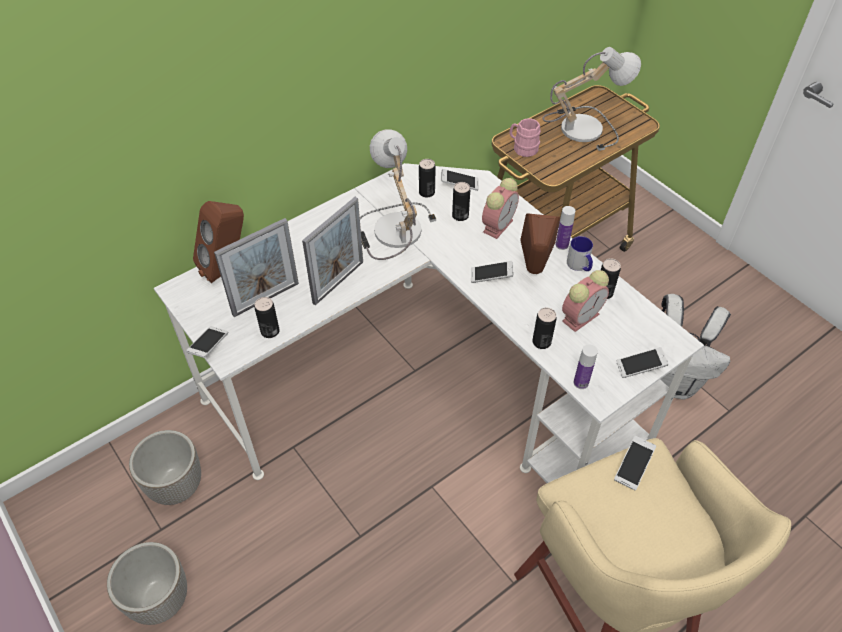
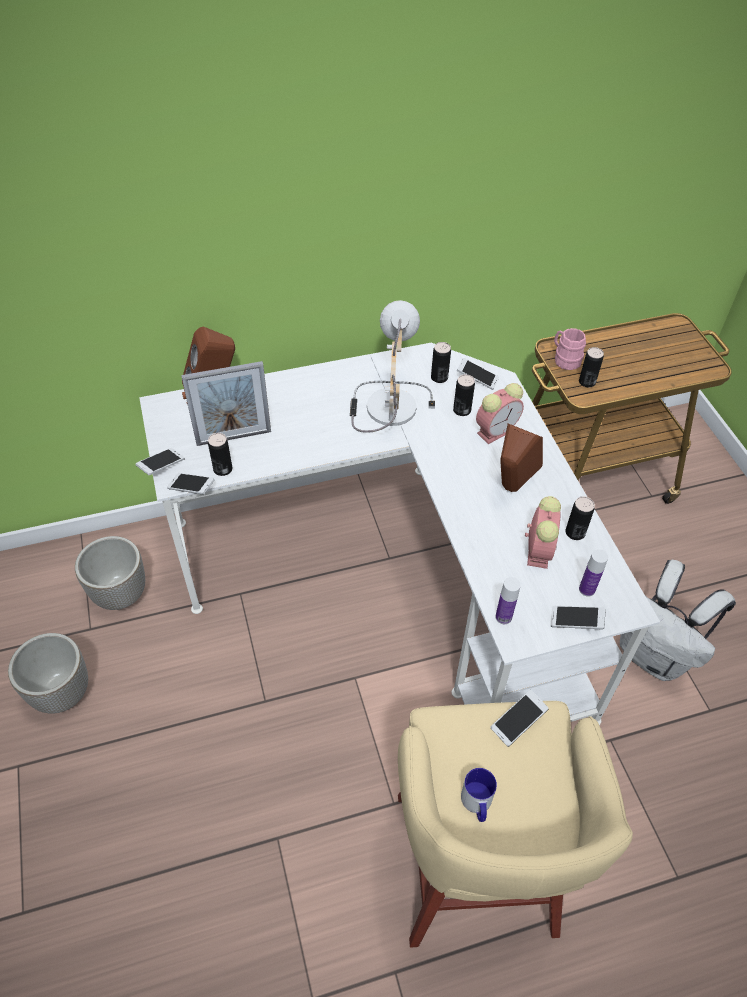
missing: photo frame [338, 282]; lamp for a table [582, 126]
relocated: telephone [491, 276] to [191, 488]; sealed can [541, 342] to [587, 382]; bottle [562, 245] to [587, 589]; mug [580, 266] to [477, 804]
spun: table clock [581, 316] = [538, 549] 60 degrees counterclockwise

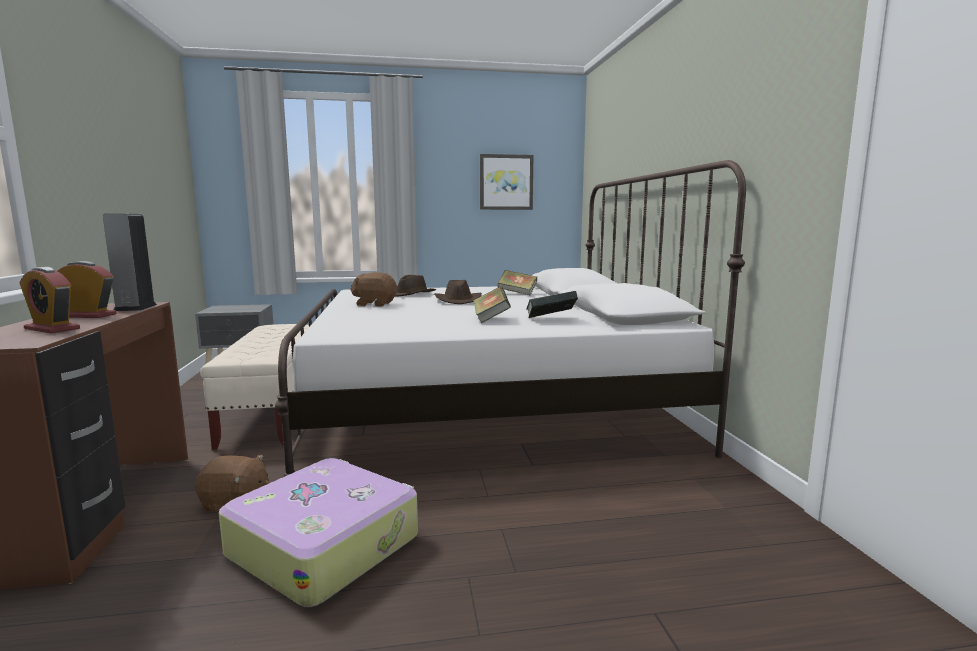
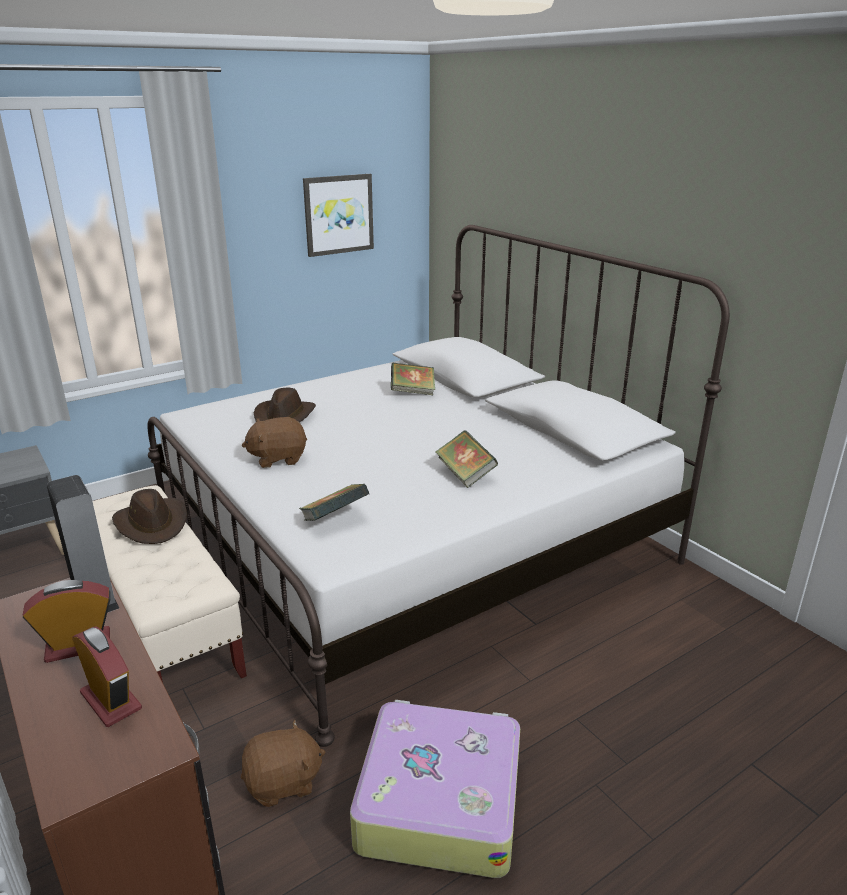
relocated: clothing hat in brown [458, 301] to [152, 523]; volume [550, 319] to [334, 519]
spun: table clock [52, 329] = [111, 701] 135 degrees counterclockwise

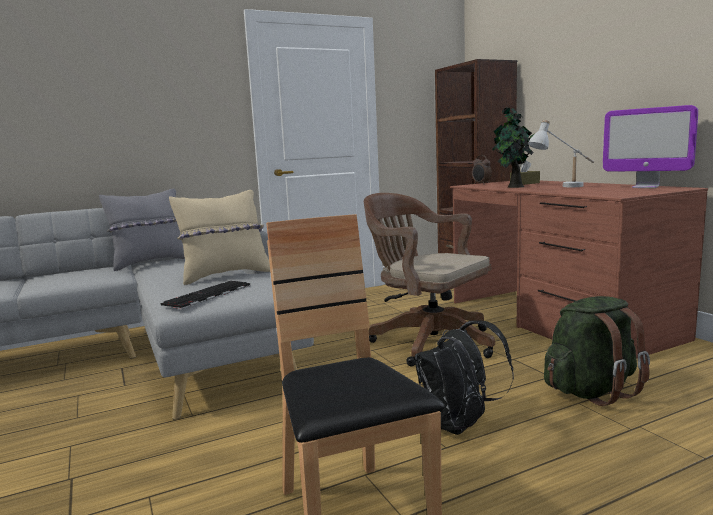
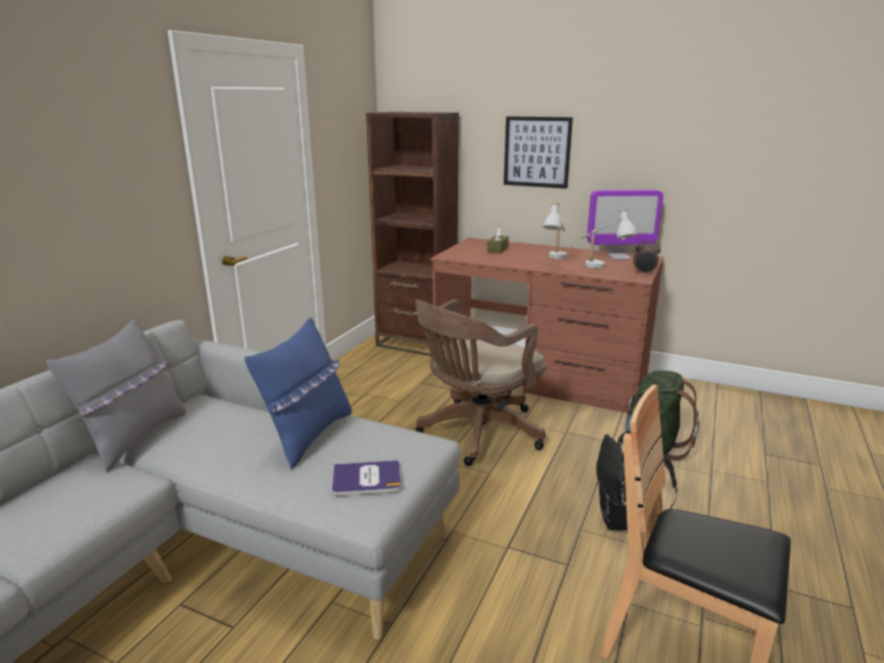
missing: houseplant [514, 187]
appeared: wall art [537, 152]; lamp for a table in white-coloured [602, 269]
relocated: table clock [481, 184] to [644, 273]
exchanged: keyboard [208, 295] to volume [366, 479]
colour: throw pillow in beige [225, 275] to throw pillow in bluish [308, 435]
spun: desk chair in brown [427, 341] = [476, 434] 45 degrees counterclockwise

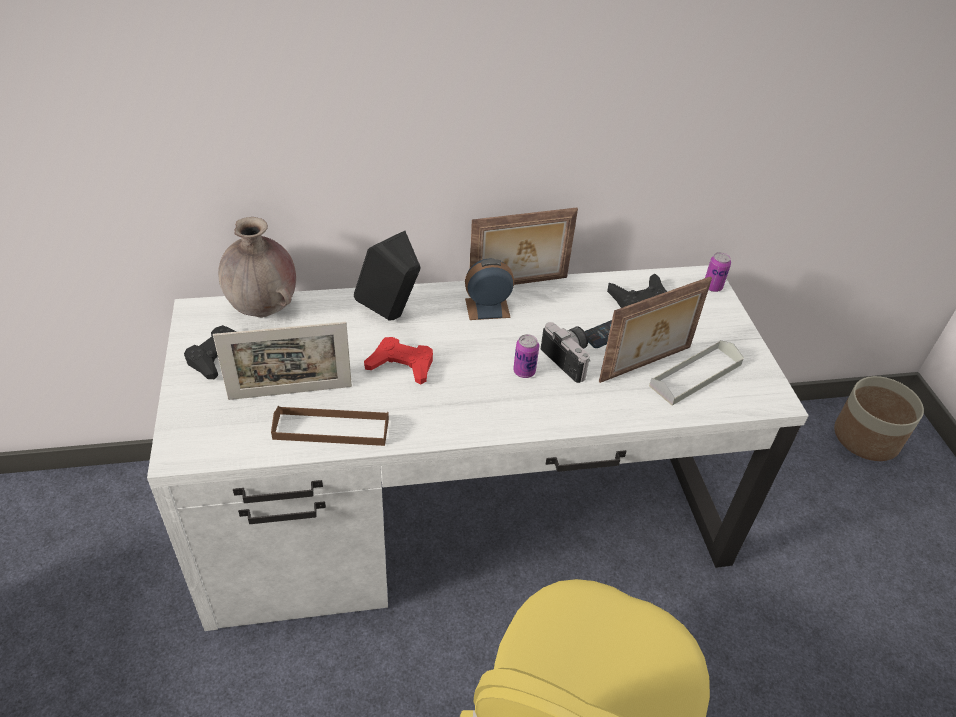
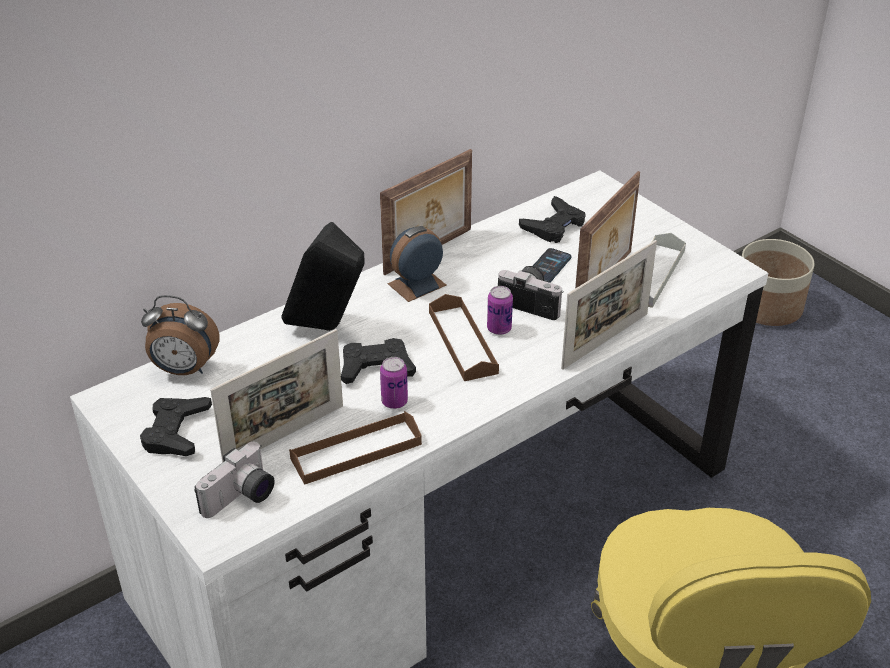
appeared: still camera [241, 498]; serving tray in brown [462, 342]; photo frame [605, 341]
relocated: sealed can [712, 287] to [394, 401]
exchanged: flower vase in brown [264, 310] to table clock [184, 370]
colour: joypad in red-coloured [401, 365] to joypad in black [376, 367]

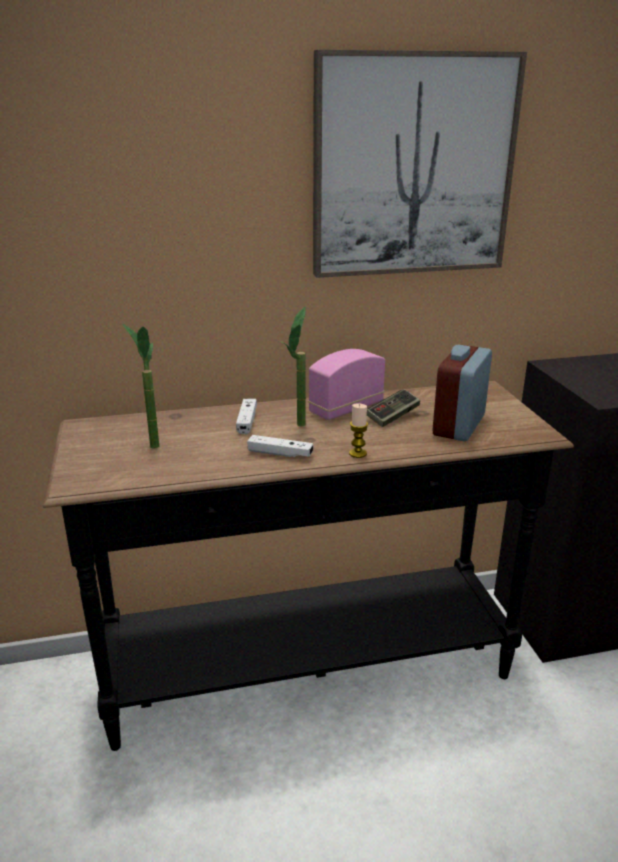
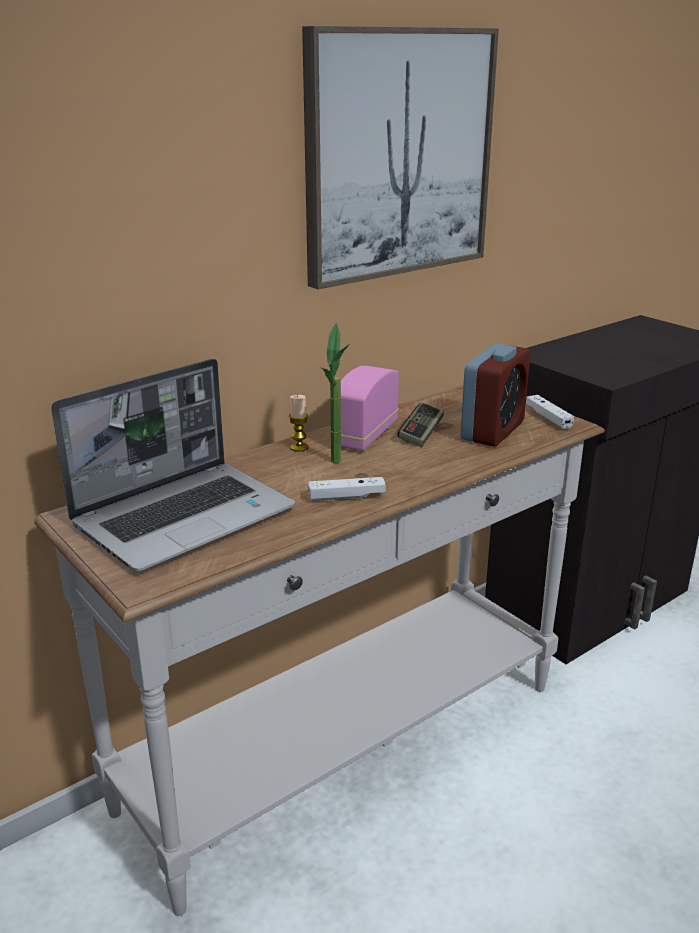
relocated: joypad in white-coloured [247, 421] to [548, 418]; candle [358, 453] to [299, 447]
exchanged: houseplant [151, 442] to portable computer [185, 516]
colour: narrow table in black [309, 671] to narrow table in white-coloured [349, 748]
spun: table clock [459, 425] = [492, 431] 150 degrees counterclockwise

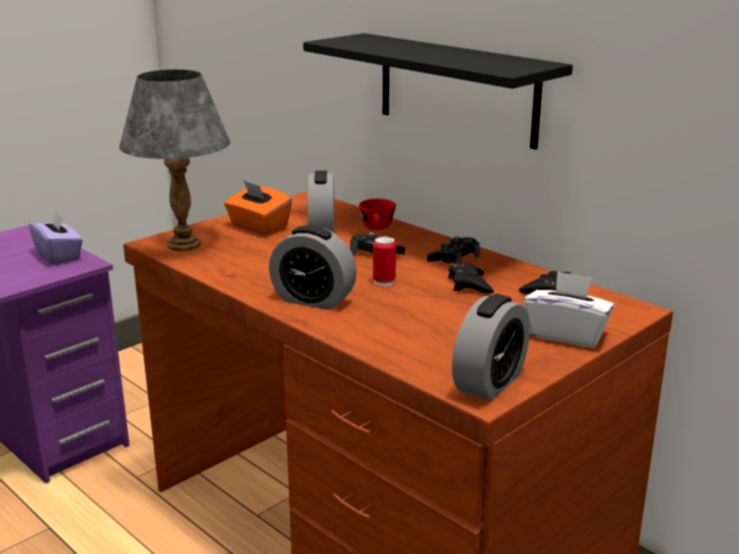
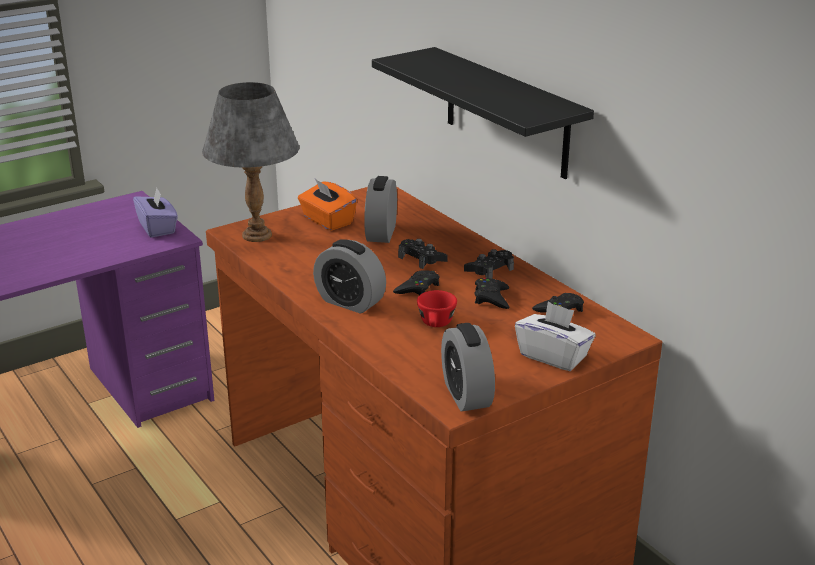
relocated: drinking cup in red-coloured [378, 228] to [436, 325]
exchanged: sealed can [384, 281] to joypad in black [418, 288]
spun: table clock [489, 383] = [466, 395] 120 degrees clockwise

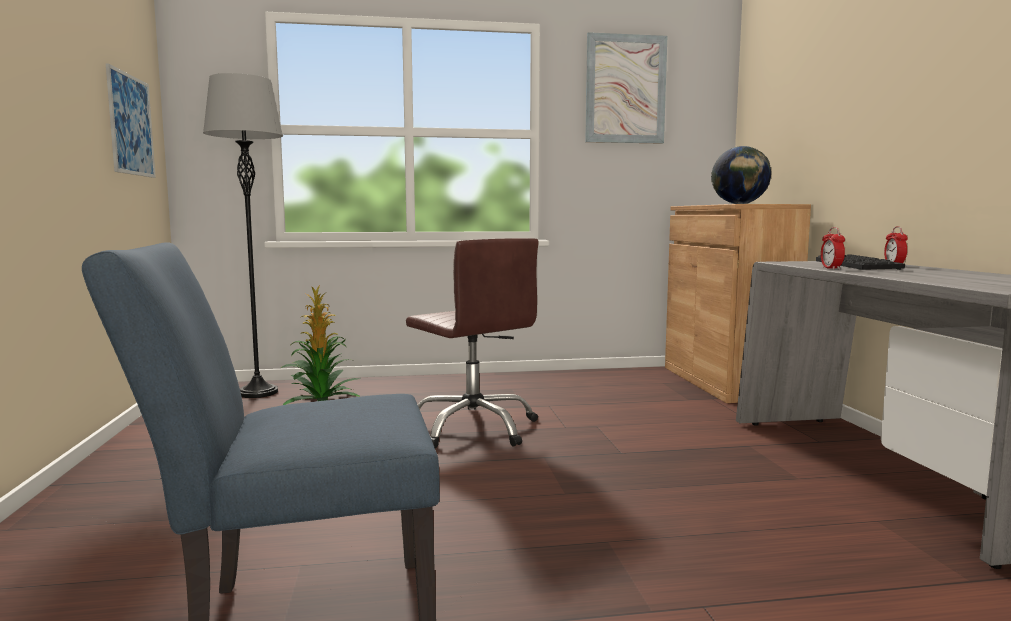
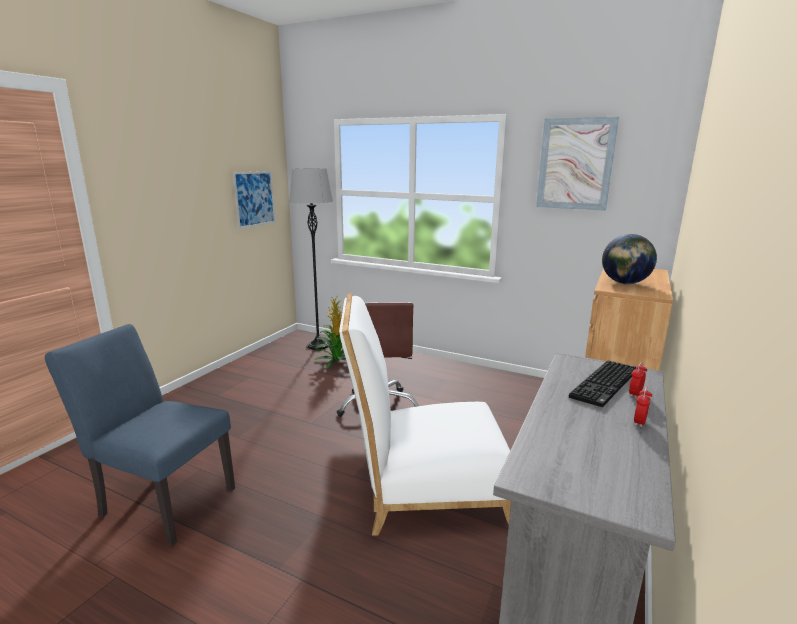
appeared: upright chair in white-coloured [424, 490]
relocated: table clock [831, 268] to [639, 422]

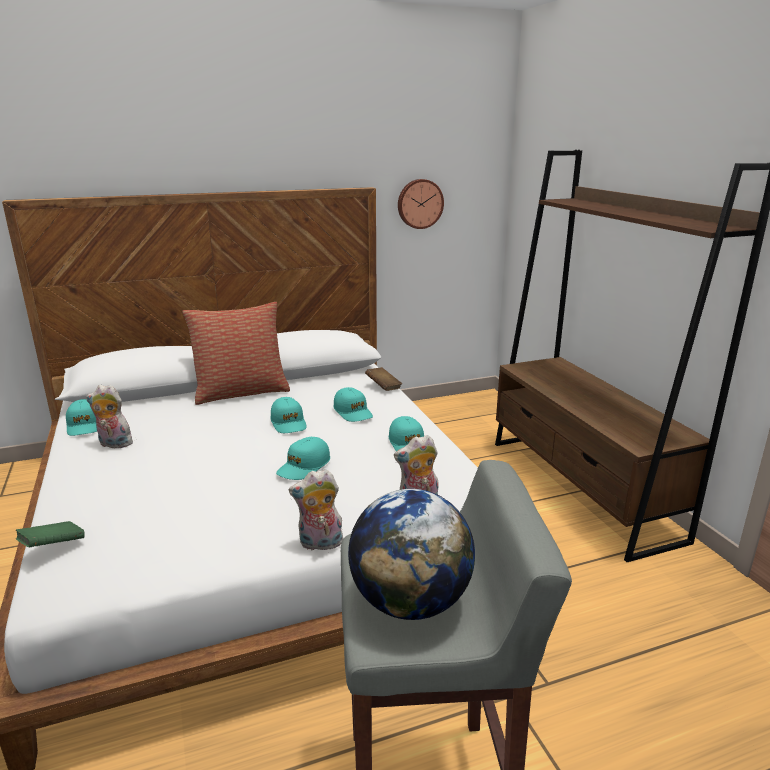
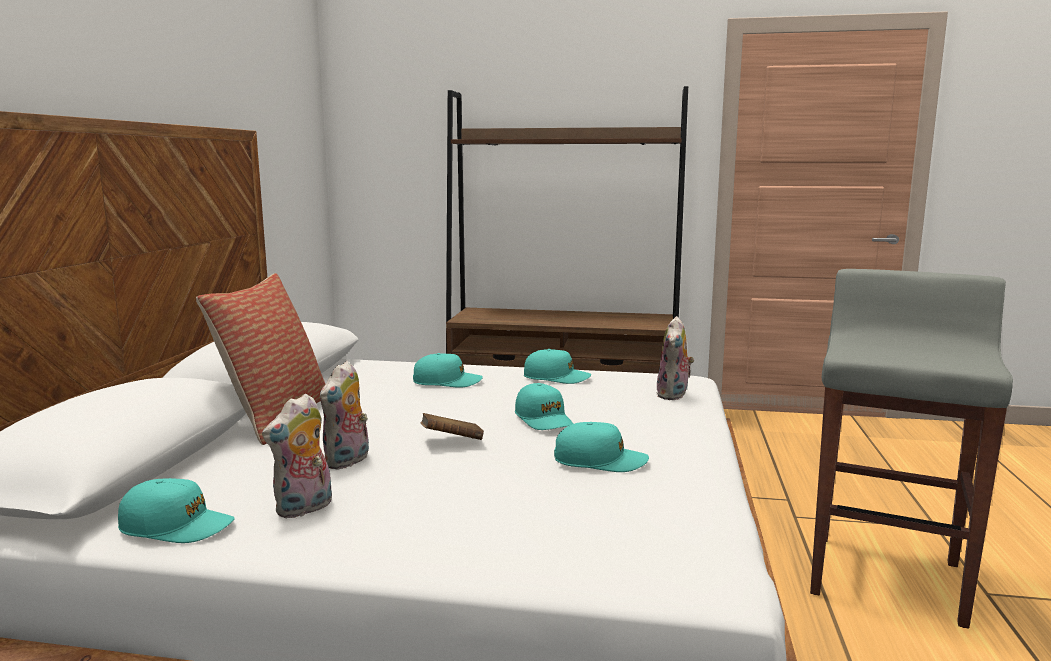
missing: volume in green [53, 546]; desk globe [410, 602]; hanging clock [419, 203]
relocated: peaked cap in turquoise-coloured [288, 423] to [600, 461]; plush toy [320, 544] to [348, 461]; volume in brown [383, 387] to [452, 442]

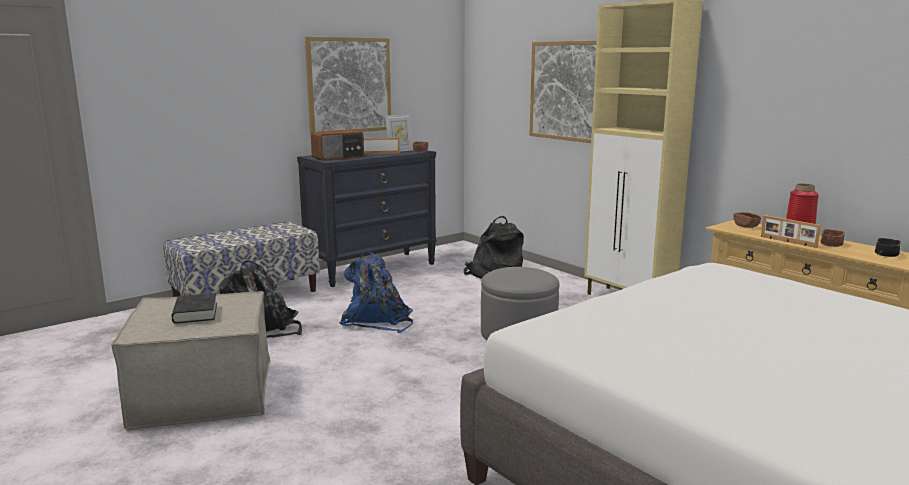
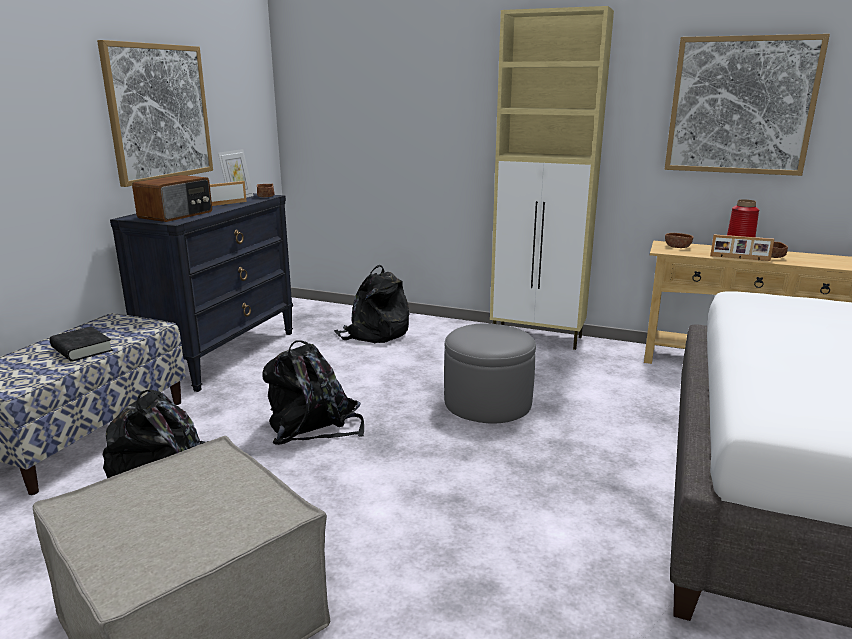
missing: deep dish in black [886, 255]
relocated: volume in black [195, 313] to [81, 349]; wall art [568, 91] to [741, 106]
colour: knapsack in bluish [377, 321] to knapsack in black [313, 426]

